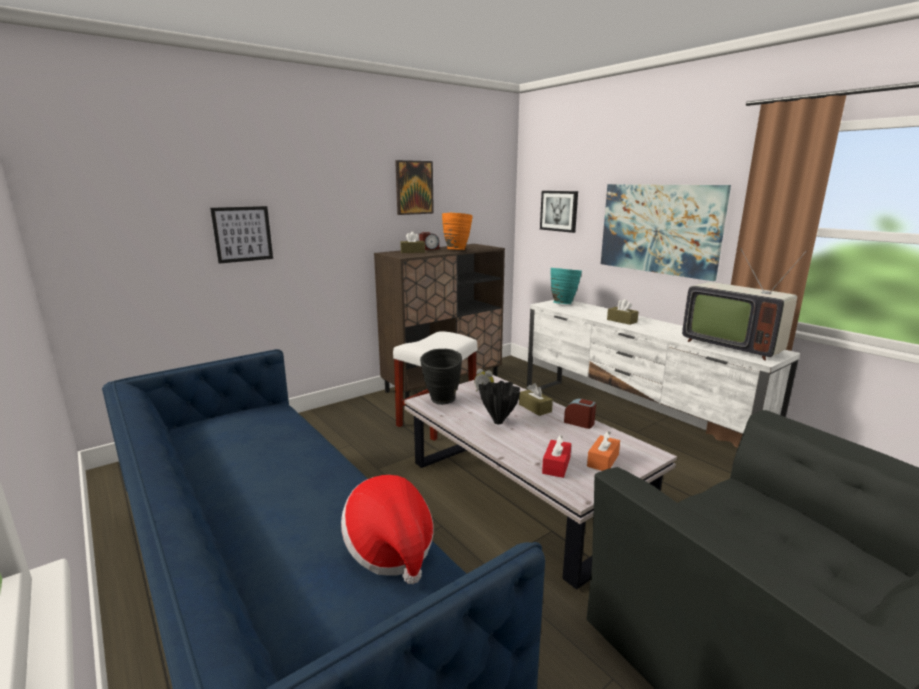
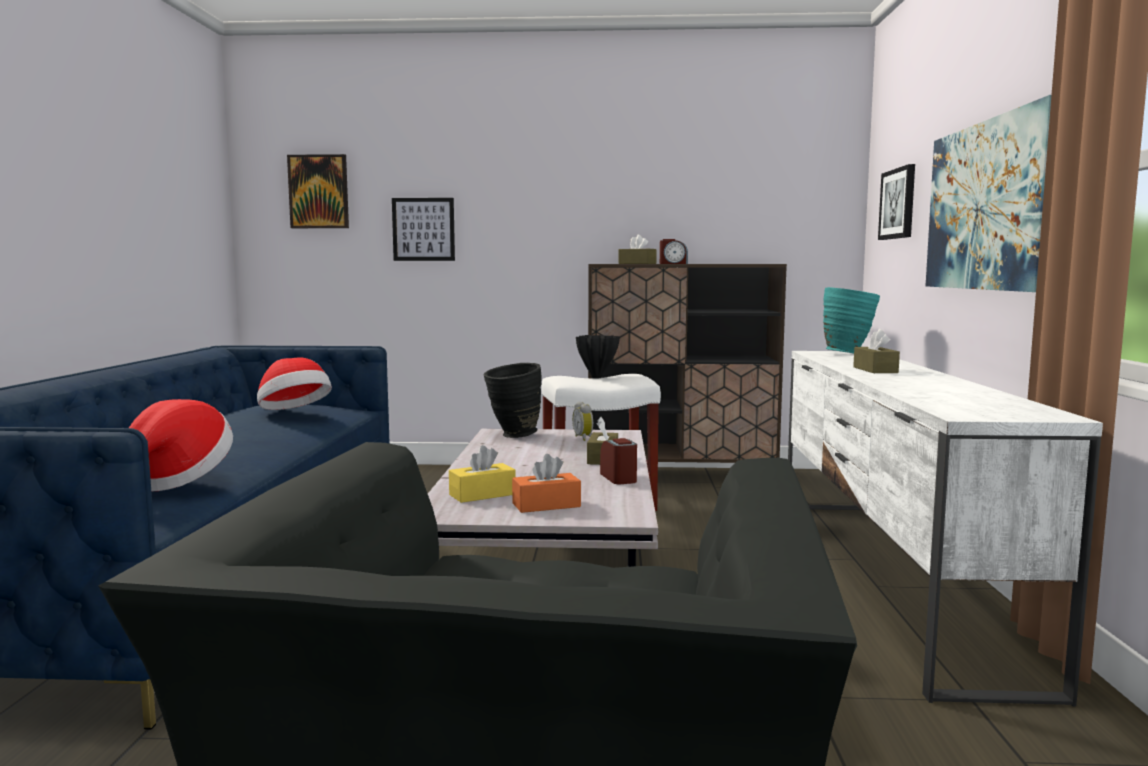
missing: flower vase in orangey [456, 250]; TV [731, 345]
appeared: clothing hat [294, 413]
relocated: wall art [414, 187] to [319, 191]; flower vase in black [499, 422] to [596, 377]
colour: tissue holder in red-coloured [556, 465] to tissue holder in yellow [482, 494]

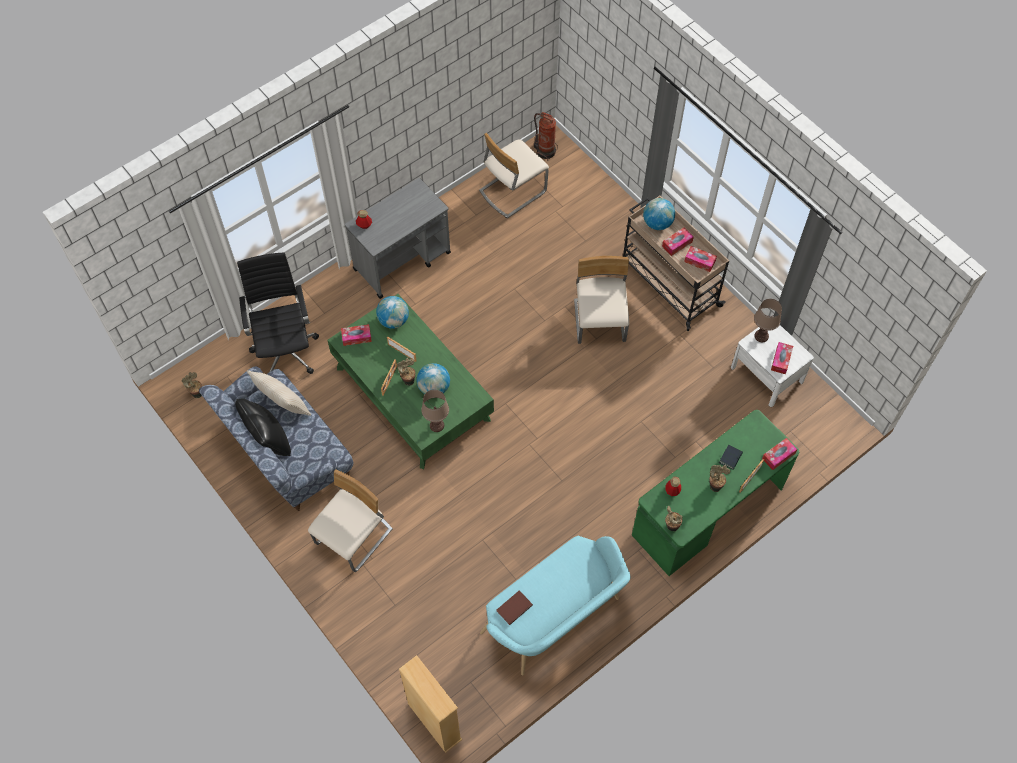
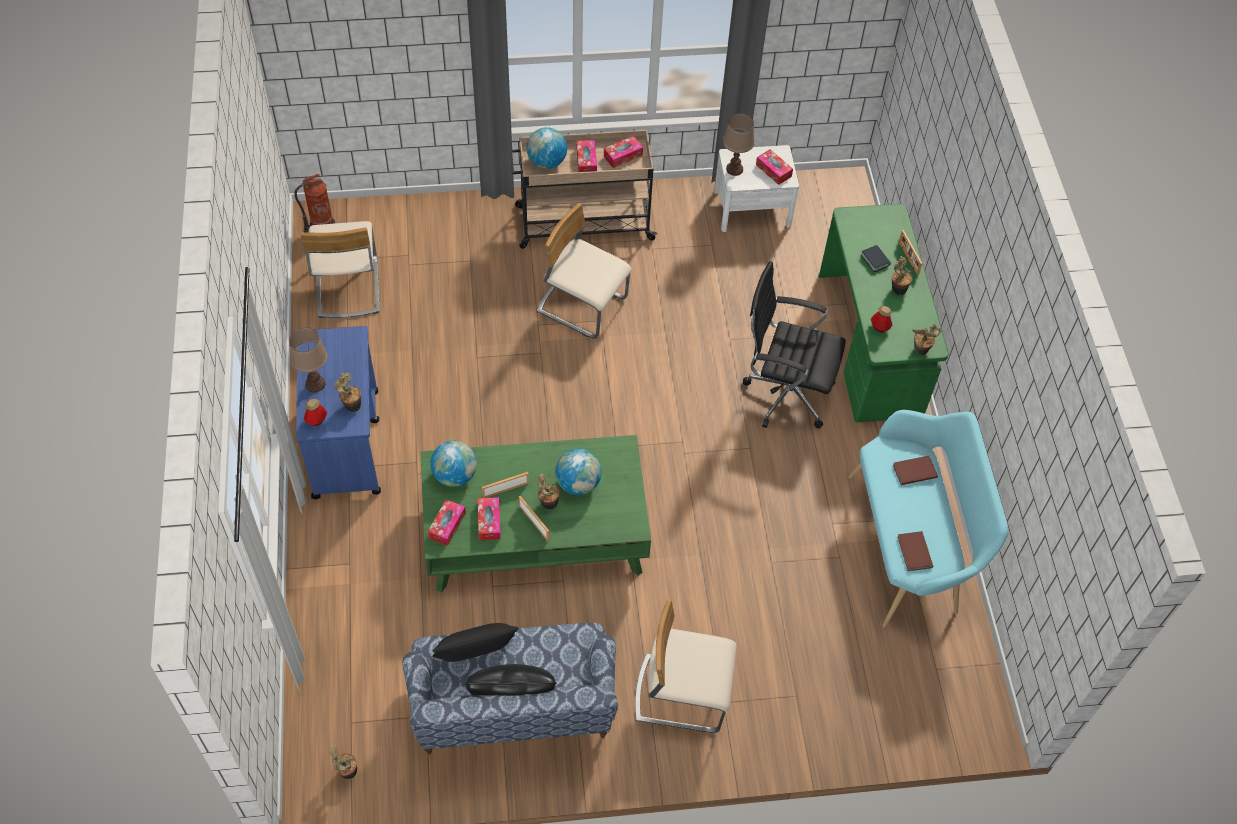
missing: bookshelf in beige [434, 721]
appeared: houseplant [351, 405]; volume in brown [913, 470]
relocated: desk chair in black [285, 349] to [783, 394]; lamp for a table in brown [437, 425] to [315, 384]; tissue holder [778, 456] to [489, 522]
colour: throw pillow in beige [283, 405] to throw pillow in black [476, 658]; cart in gray [403, 261] to cart in bluish [346, 442]
spun: upright chair in beige [354, 537] = [681, 693] 60 degrees counterclockwise

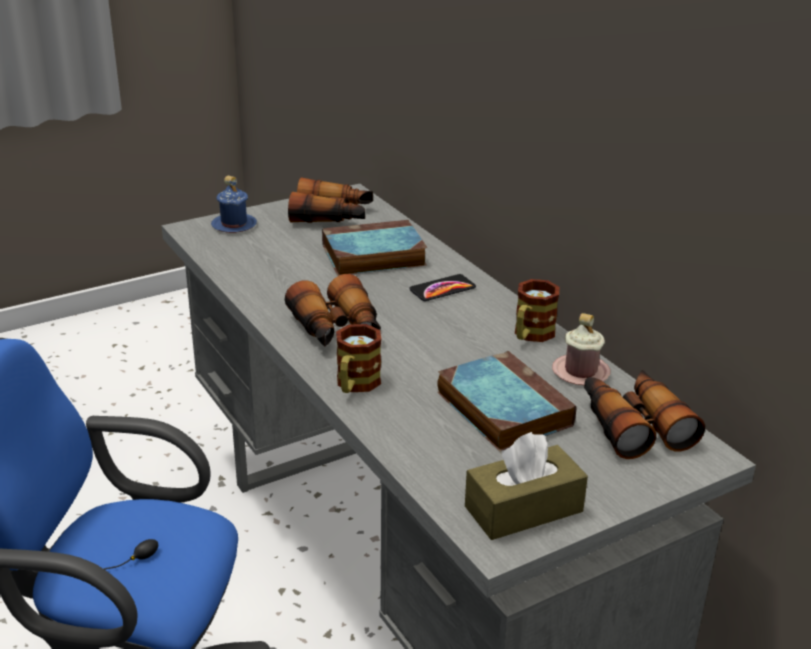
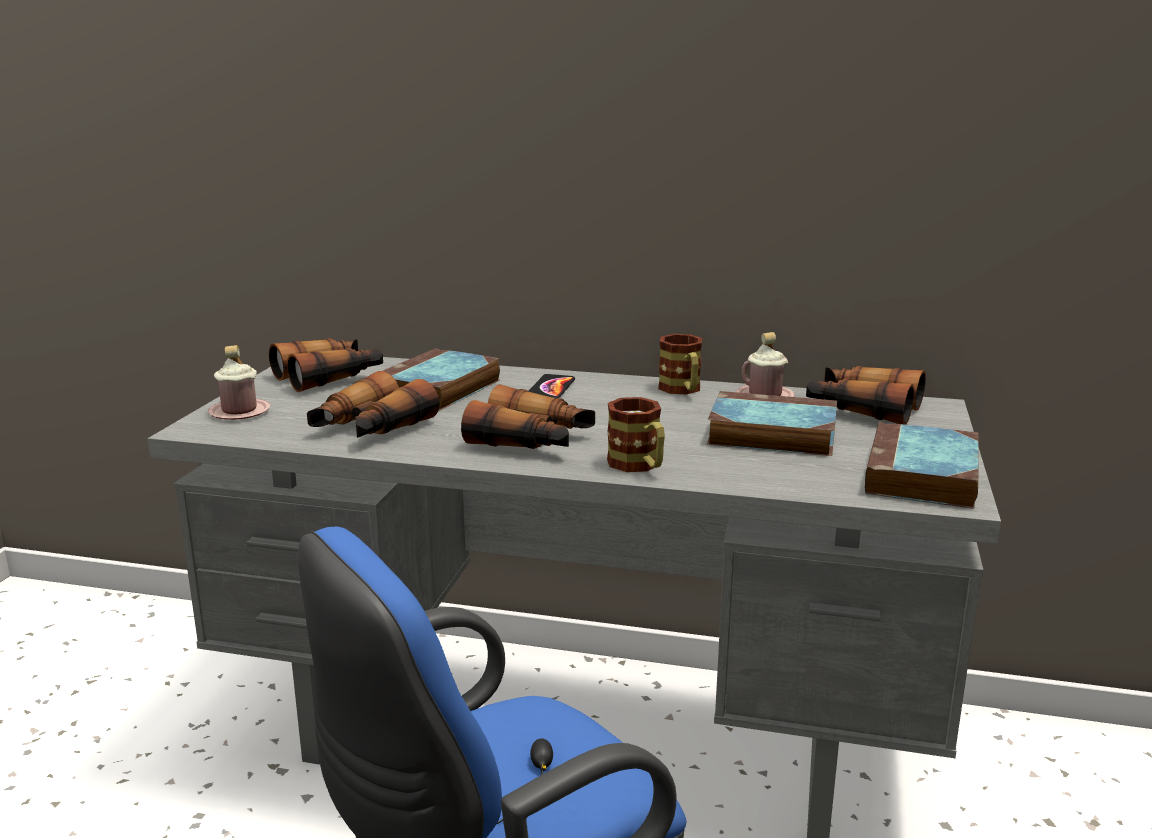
appeared: binoculars [370, 429]
exchanged: tissue holder in brown [523, 509] to volume [923, 476]
colour: mug in bluish [234, 225] to mug in pink [239, 412]

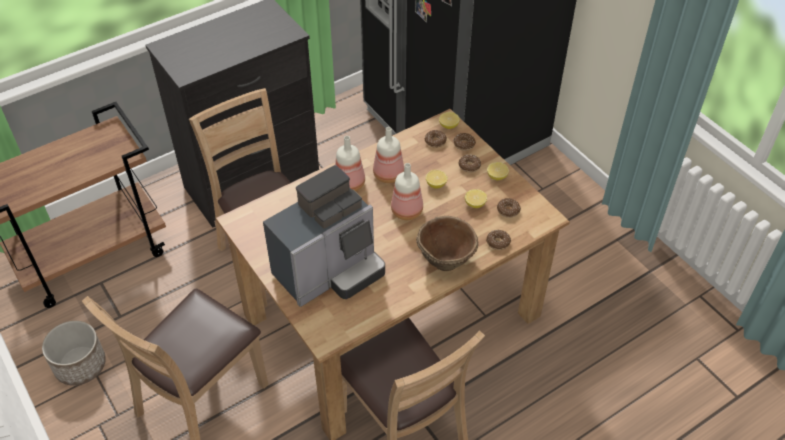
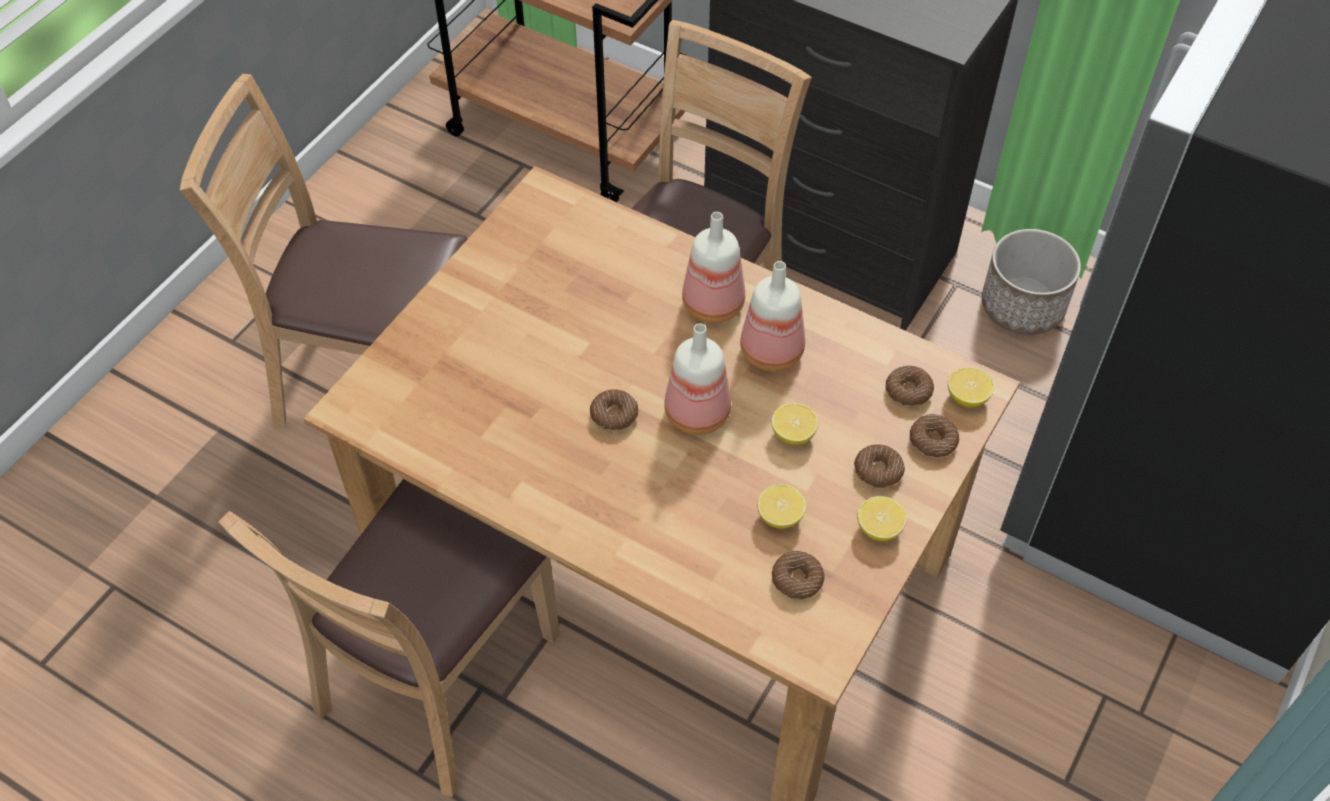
missing: coffee brewer [330, 271]; deep dish in brown [446, 258]
relocated: plant pot [80, 365] to [1022, 306]; ring doughnut [498, 242] to [614, 415]

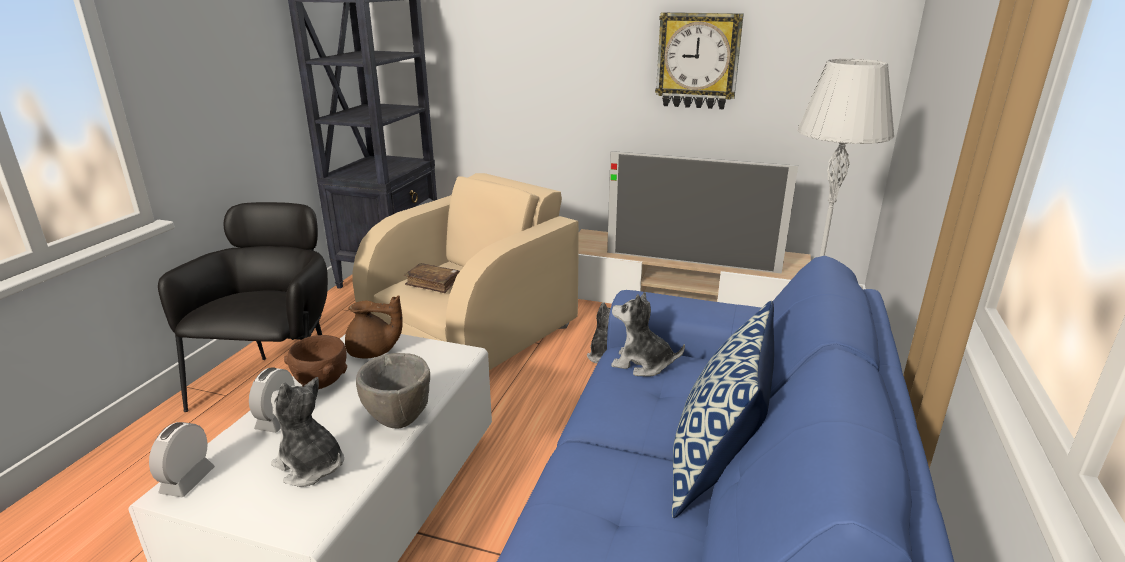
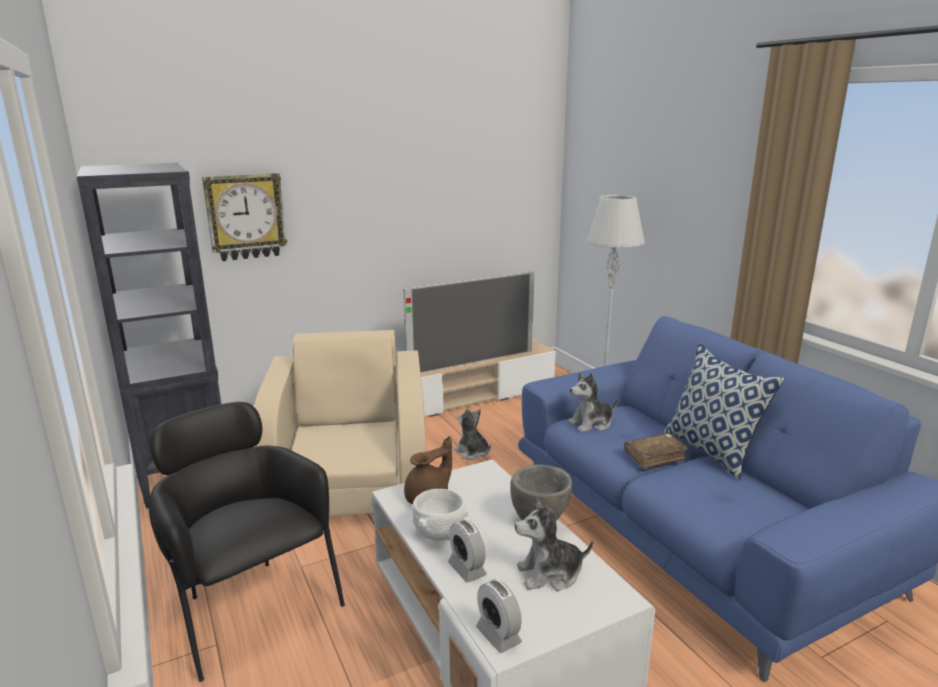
relocated: volume in brown [433, 283] to [655, 456]; hanging clock [698, 61] to [245, 216]
colour: deep dish in brown [321, 382] to deep dish in white-coloured [439, 534]

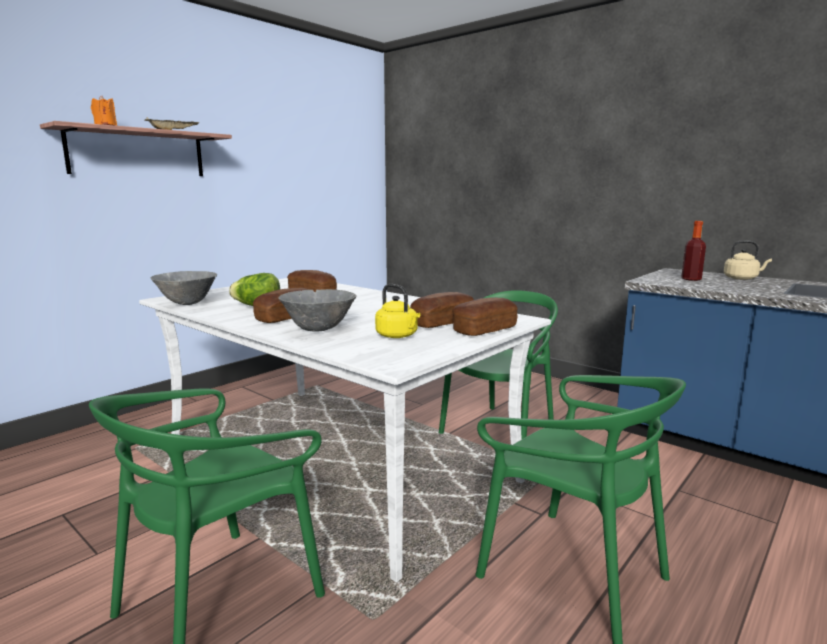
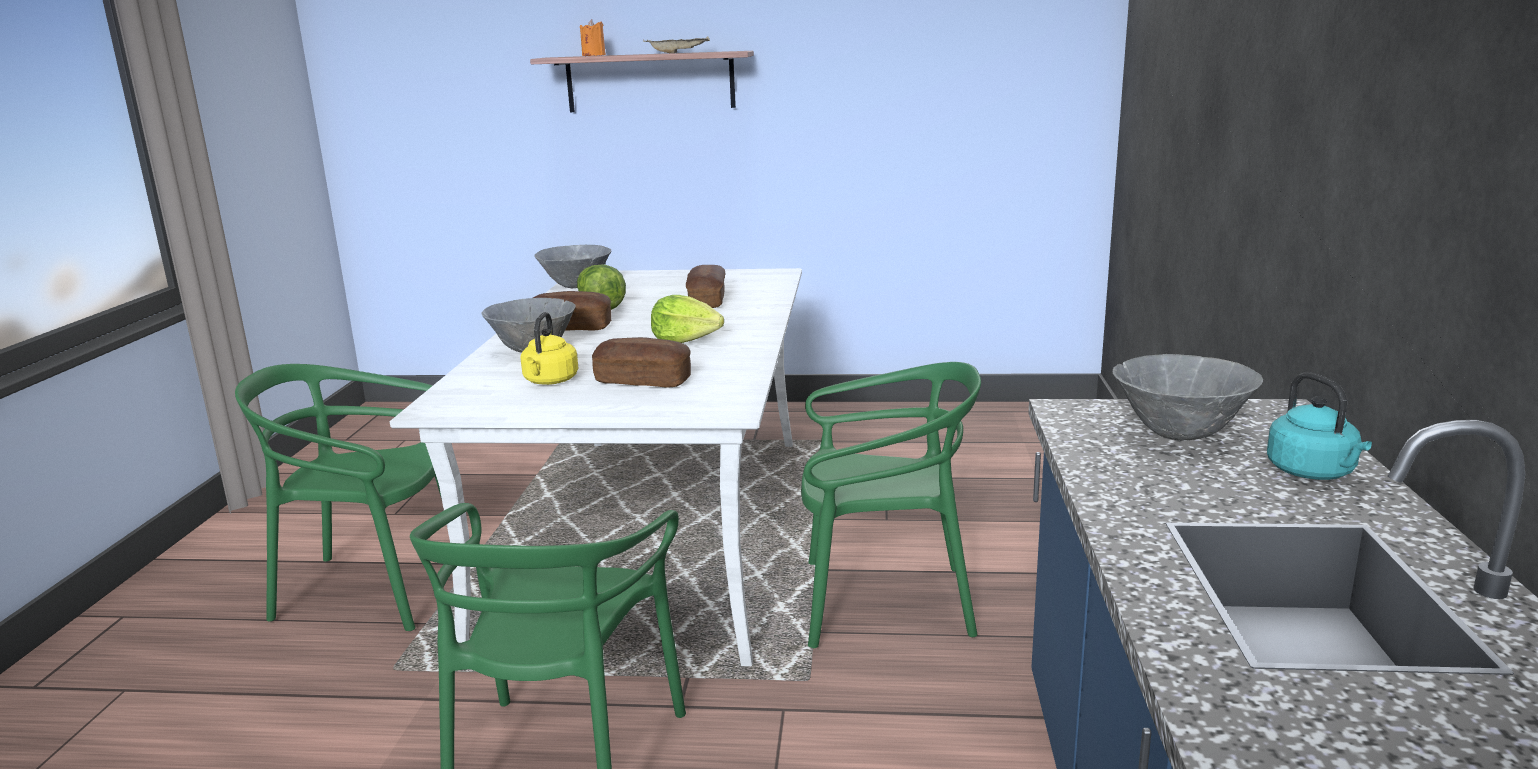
missing: bakery bread [484, 330]
appeared: head of lettuce [685, 339]
exchanged: bottle [691, 279] to deep dish in gray [1179, 435]
colour: tea kettle in beige [742, 278] to tea kettle in turquoise-coloured [1313, 473]

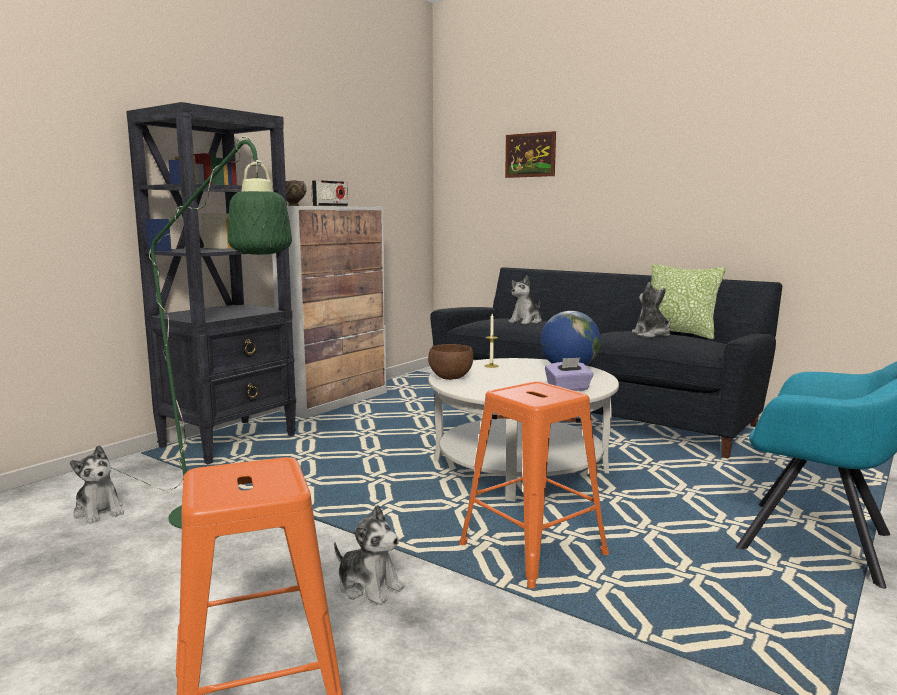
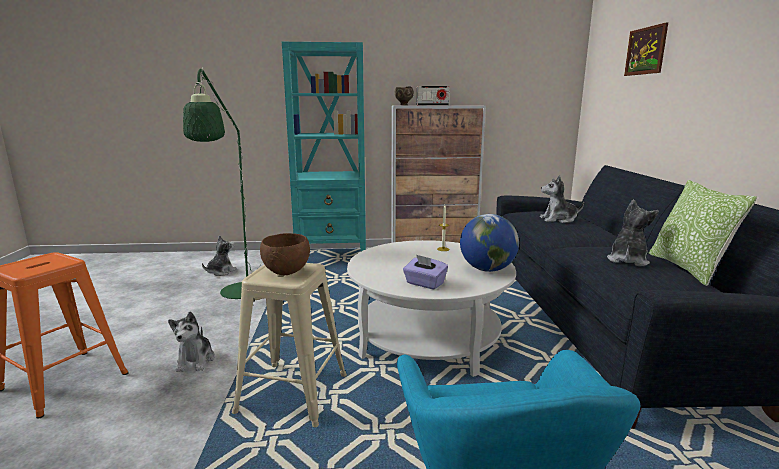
relocated: deep dish in brown [450, 377] to [287, 272]
colour: bookshelf in black [230, 441] to bookshelf in turquoise-coloured [333, 257]; sitting stool in orangey [535, 550] to sitting stool in beige [293, 394]
spun: plush toy [99, 511] = [221, 272] 150 degrees counterclockwise

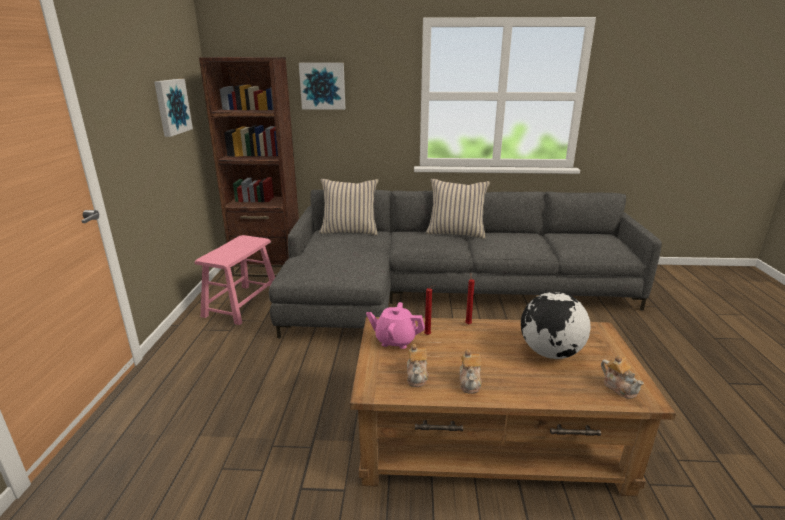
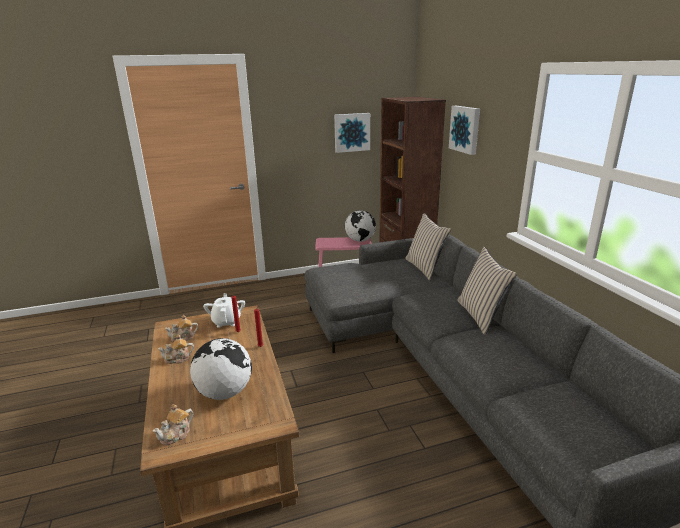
appeared: desk globe [360, 240]
colour: teapot in pink [395, 340] to teapot in white-coloured [227, 321]

